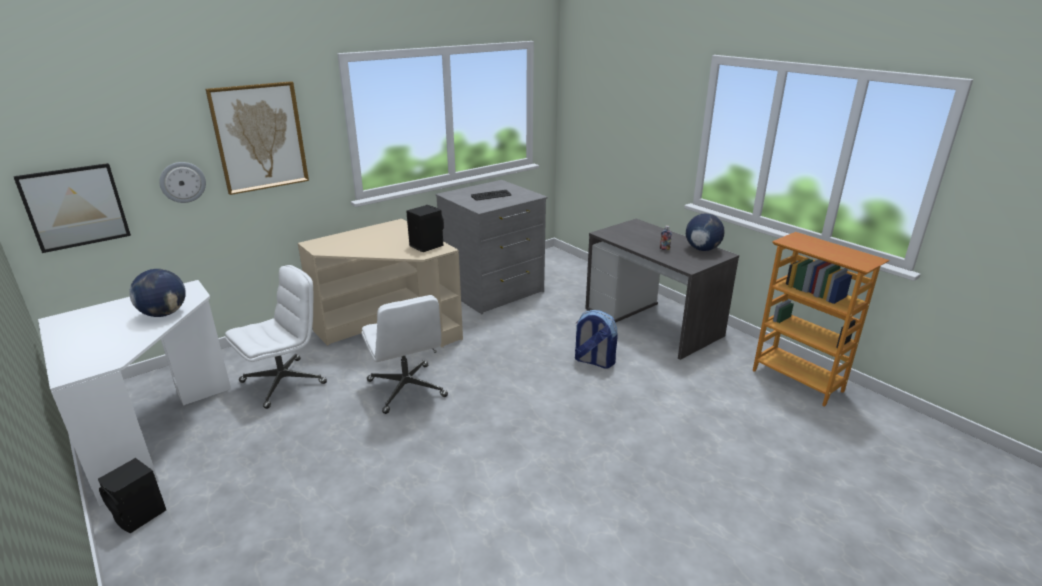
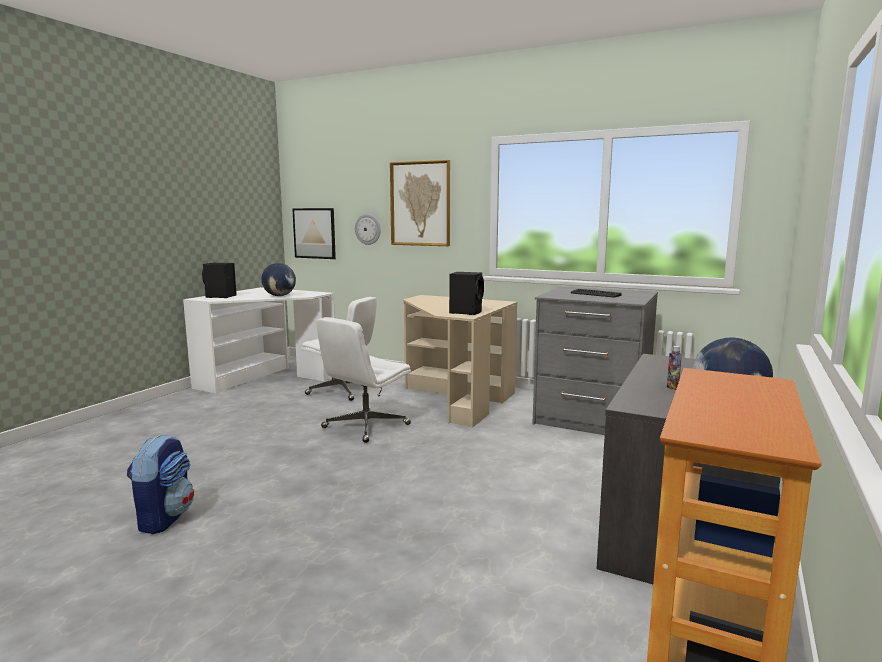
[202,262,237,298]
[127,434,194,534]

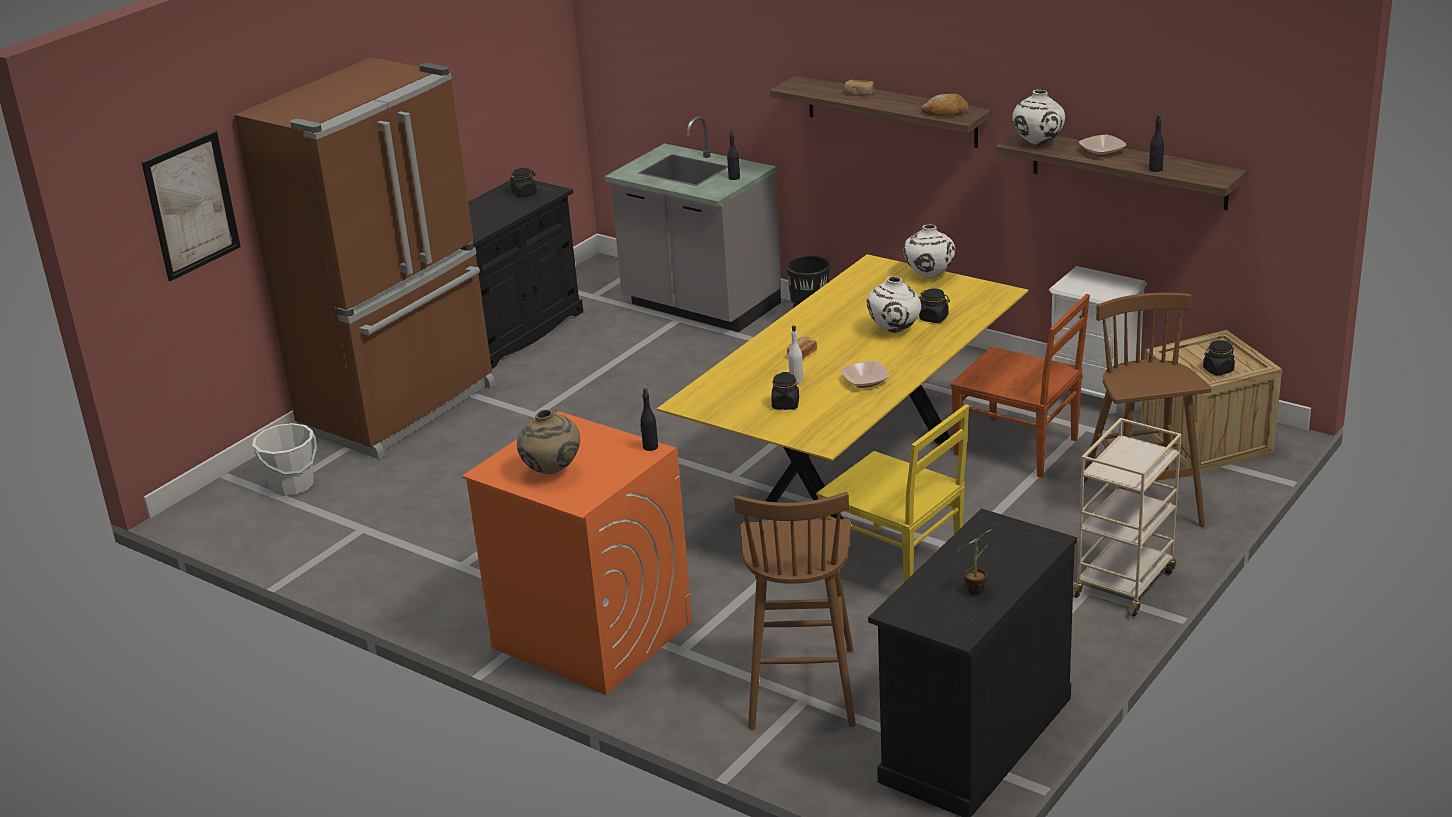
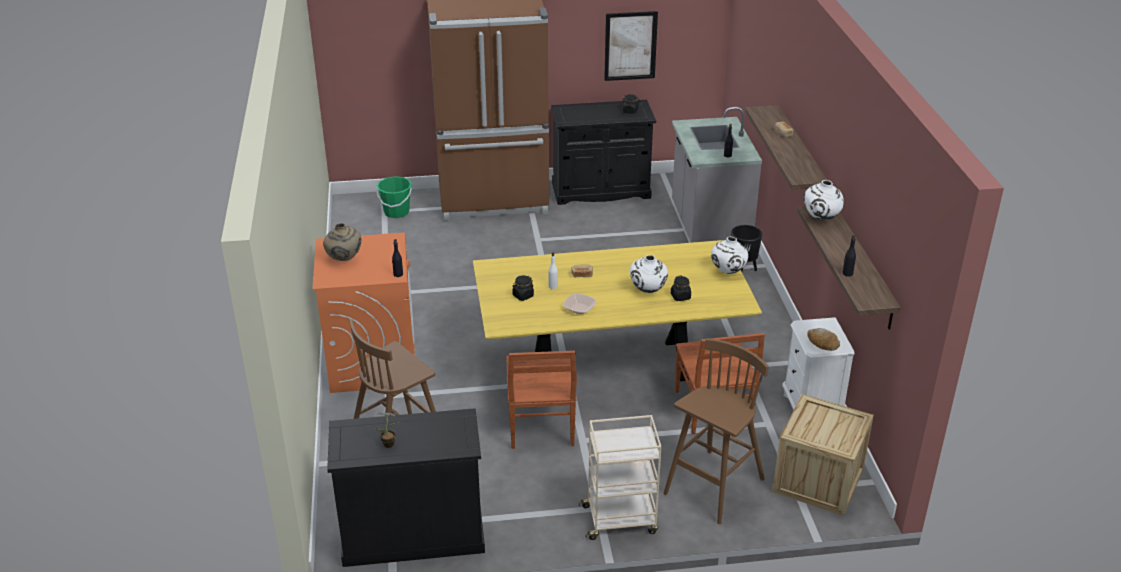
[604,11,658,81]
[376,176,412,218]
[506,351,577,449]
[807,328,840,351]
[1079,135,1126,157] (first image)
[1203,340,1235,375] (first image)

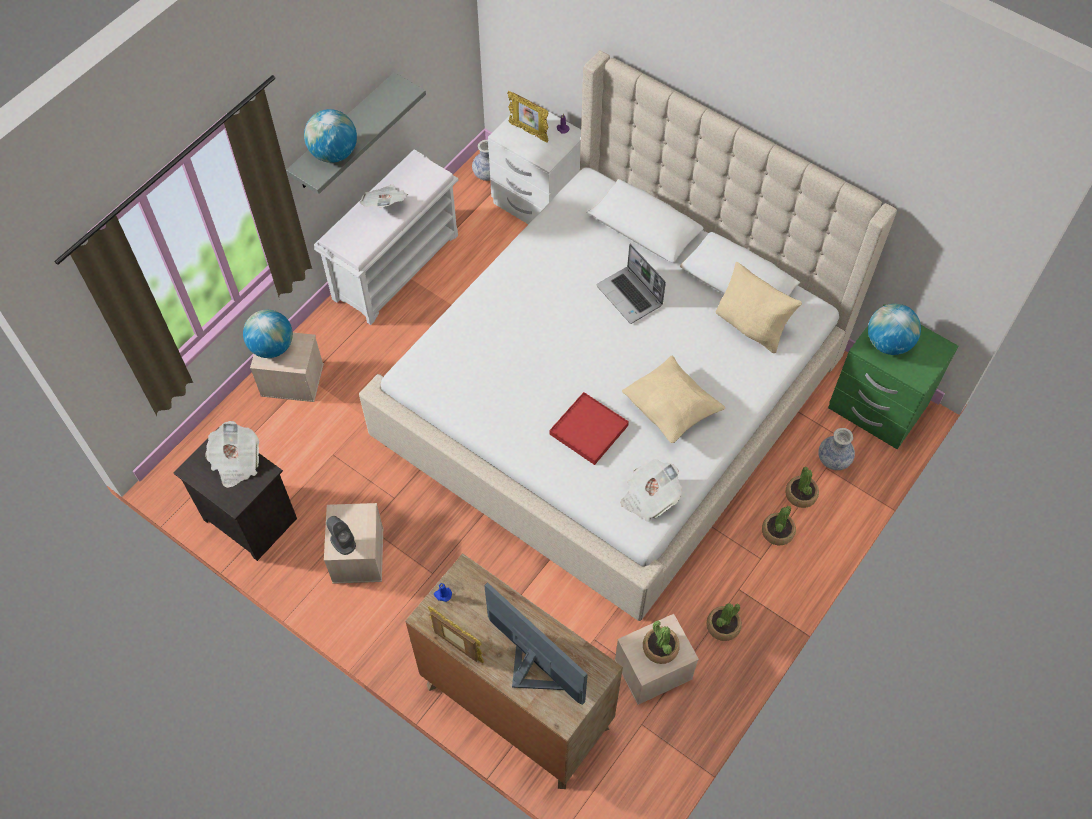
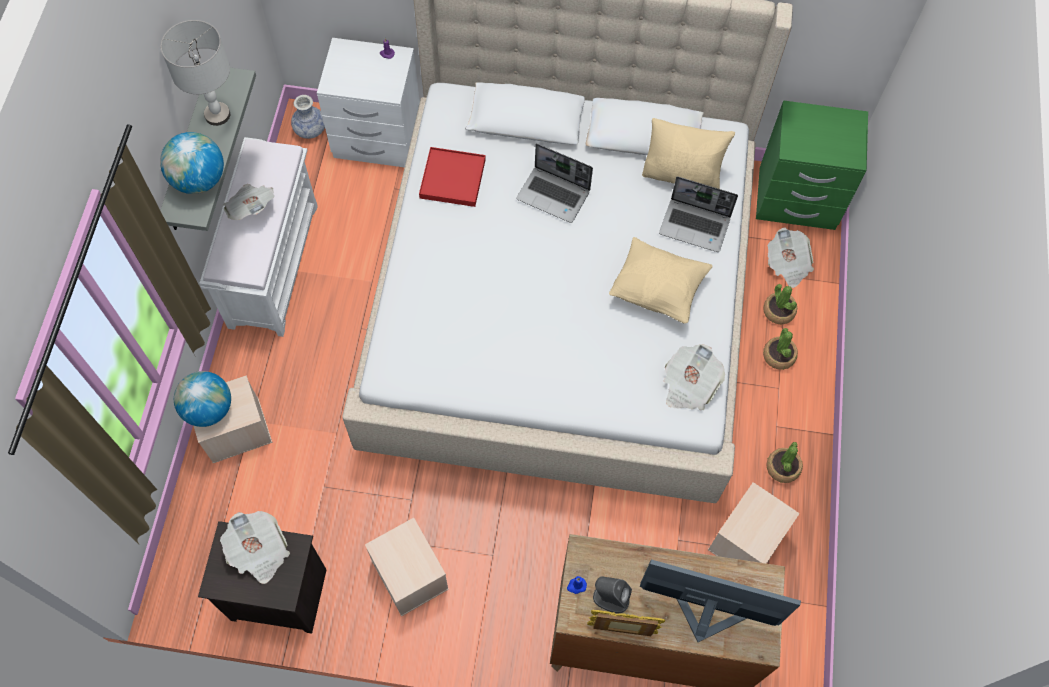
[593,576,632,613]
[507,91,549,143] (first image)
[419,147,486,207]
[643,621,680,664] (first image)
[768,227,814,288]
[868,304,921,355] (first image)
[161,20,230,126]
[659,176,738,252]

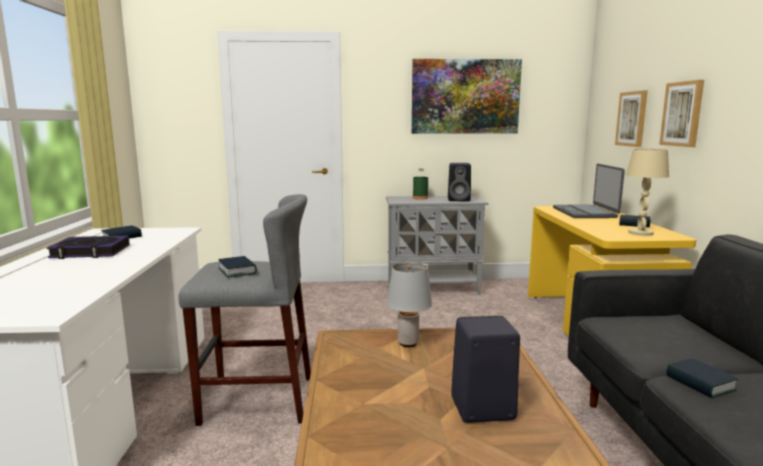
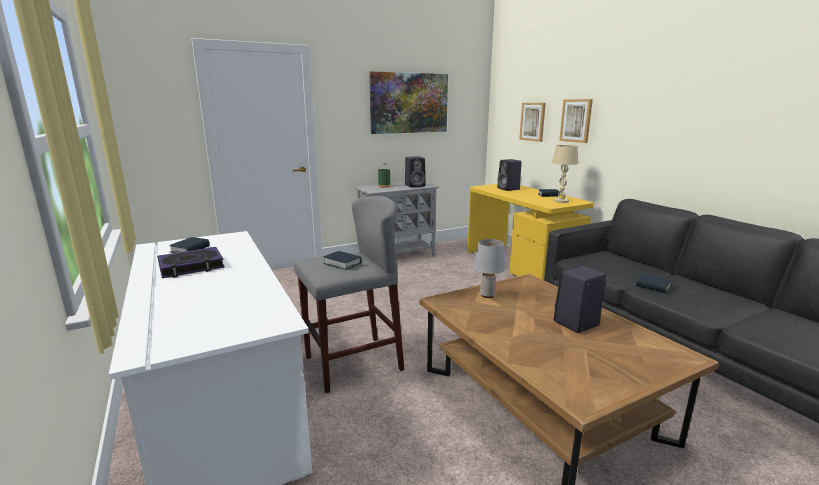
[497,159,522,191]

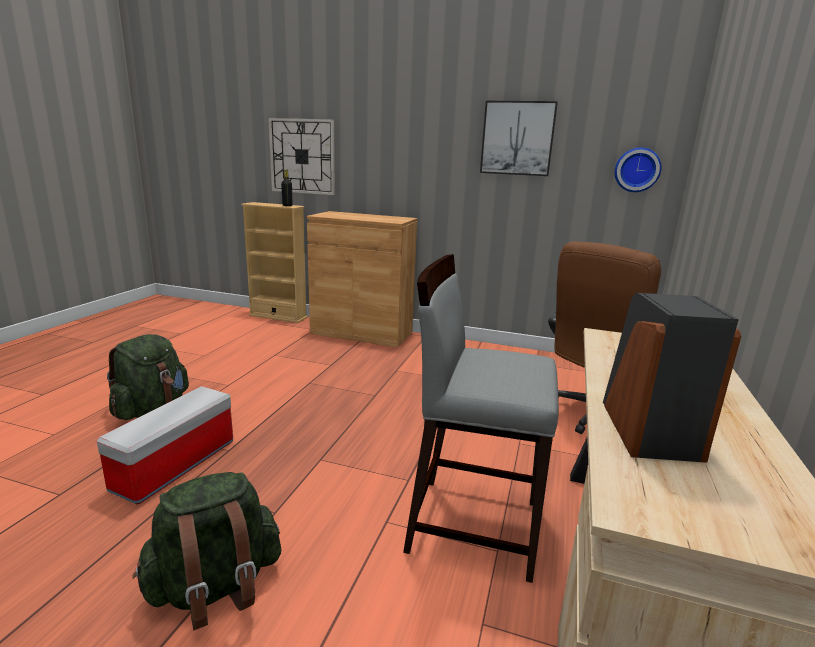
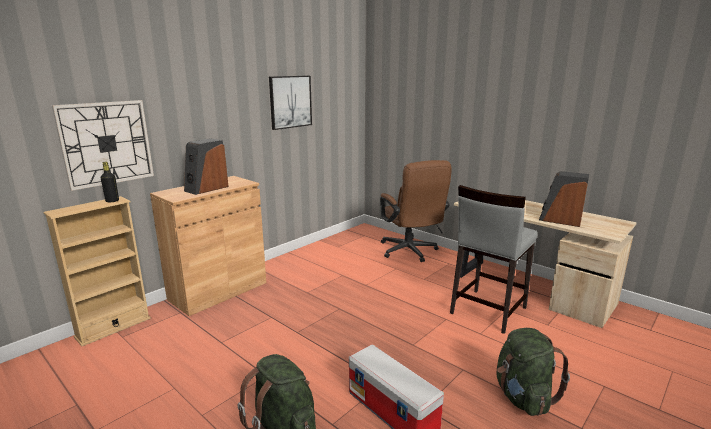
[615,147,662,192] (first image)
[184,138,229,195]

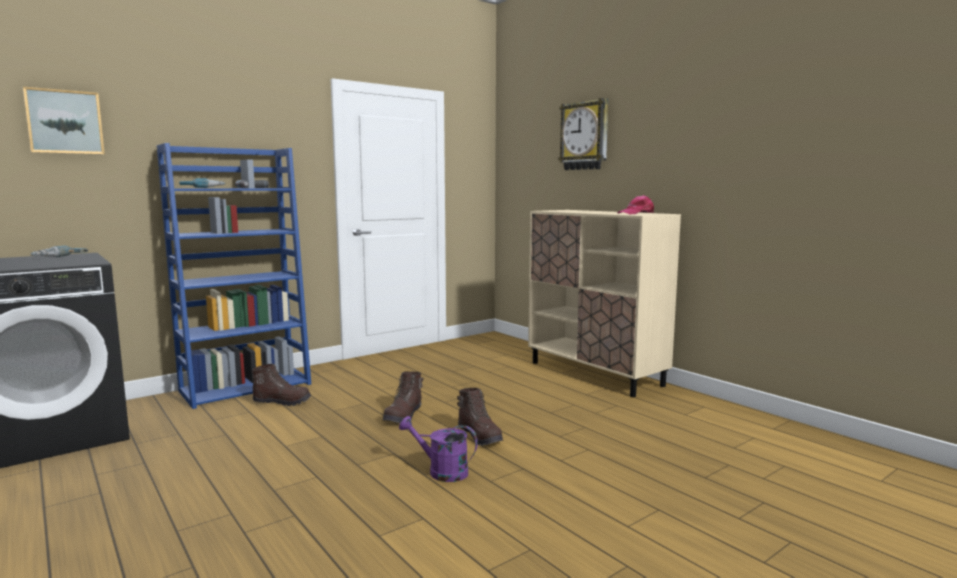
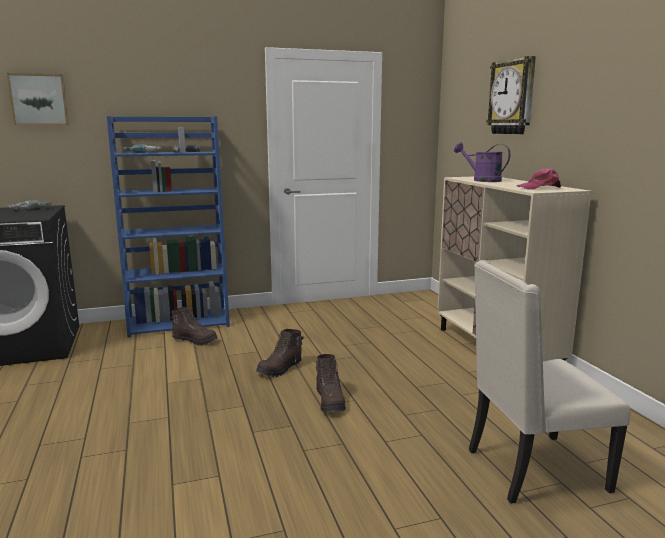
[454,142,510,182]
[469,260,630,504]

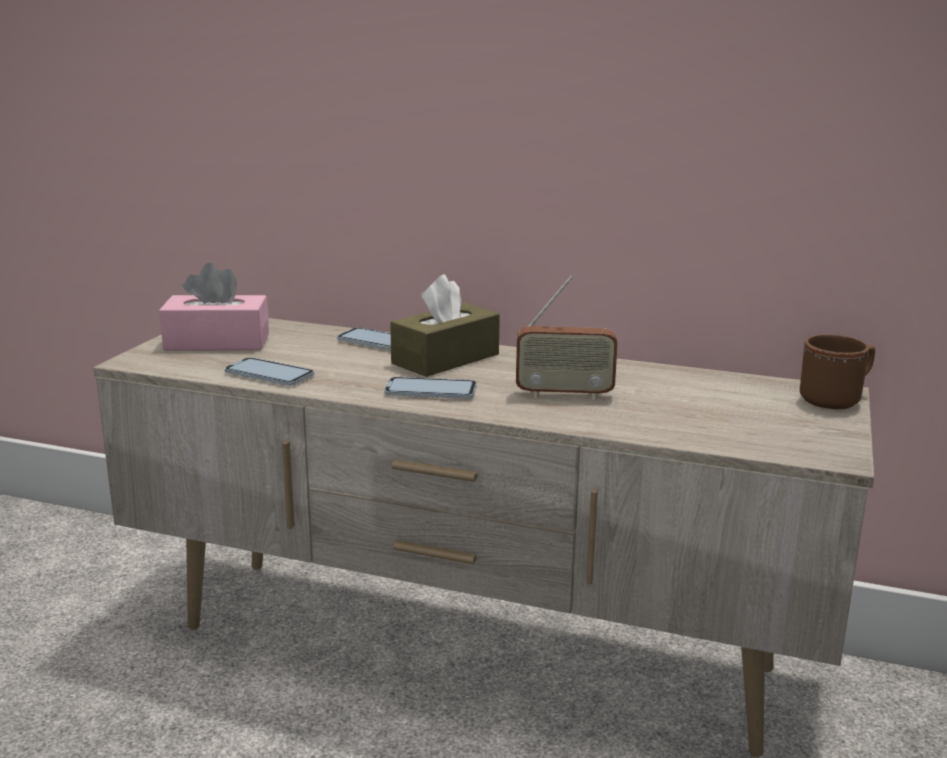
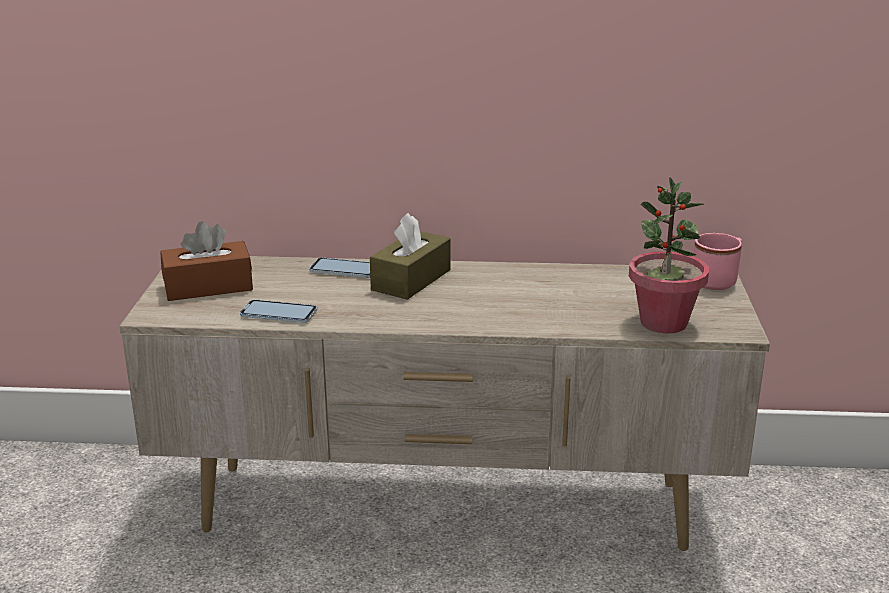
[160,221,253,301]
[384,377,477,399] (first image)
[516,276,618,400] (first image)
[694,233,742,290]
[629,177,709,333]

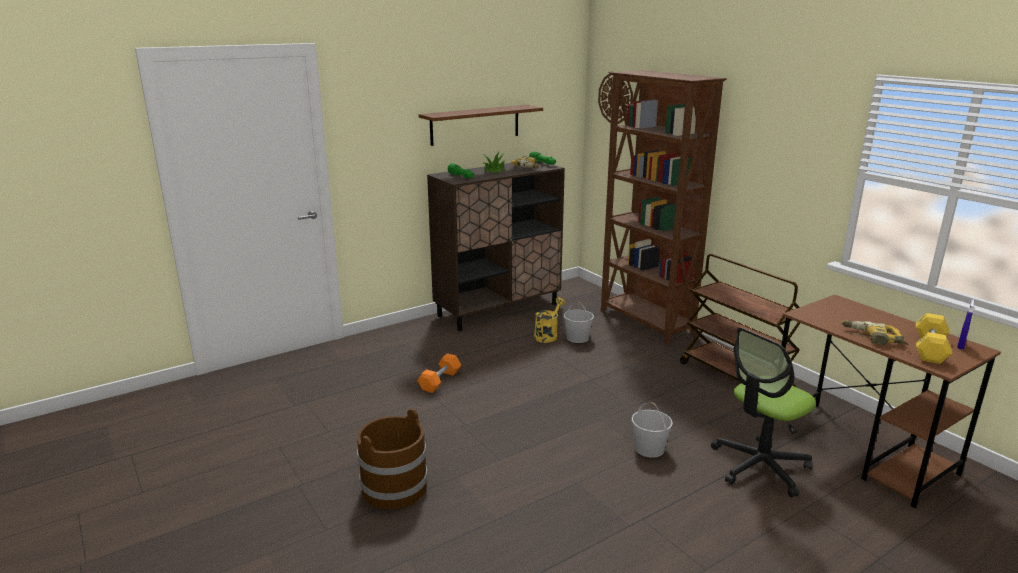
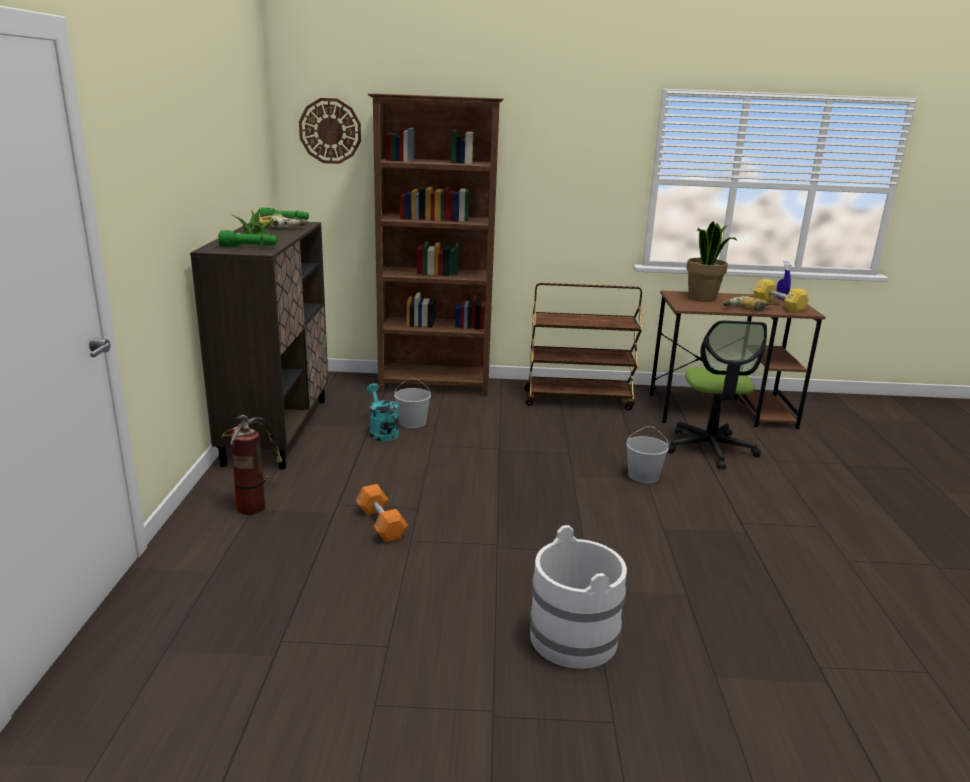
[529,525,627,669]
[419,105,543,146] (first image)
[367,383,399,441]
[222,415,282,515]
[686,221,737,302]

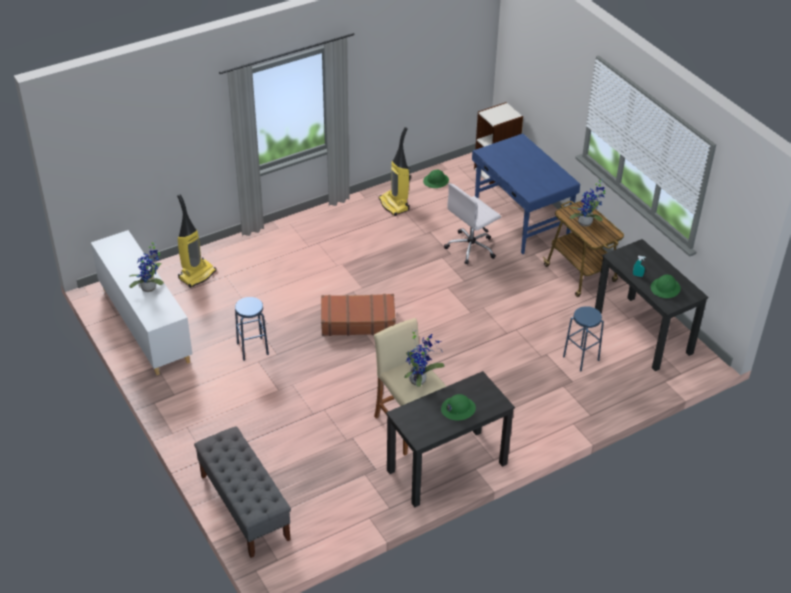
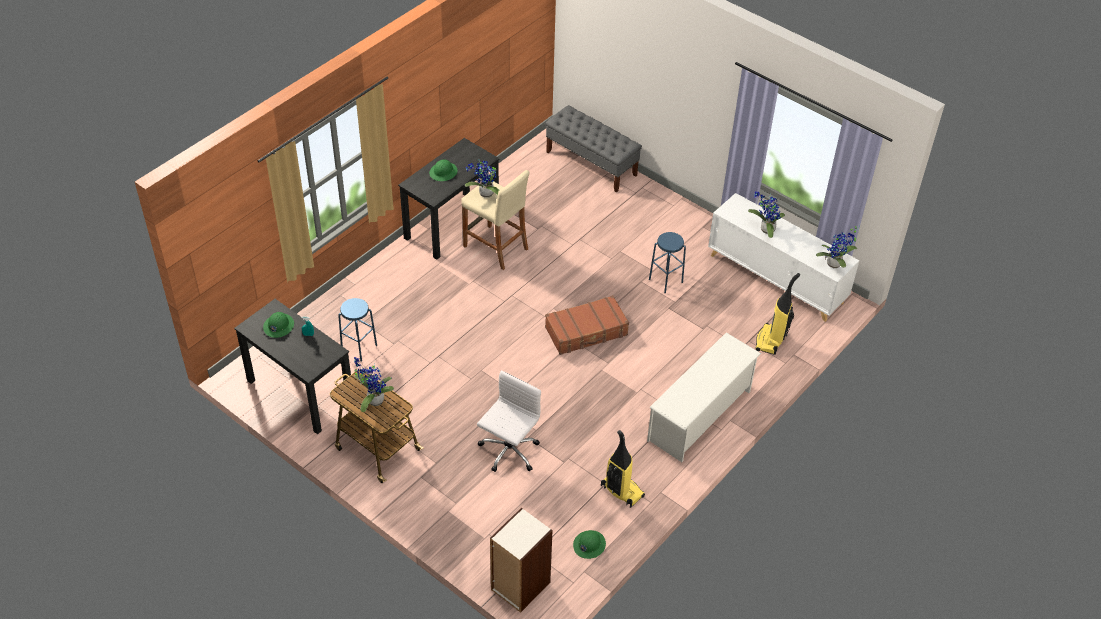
[472,133,580,254] (first image)
[647,333,761,462]
[816,226,859,268]

